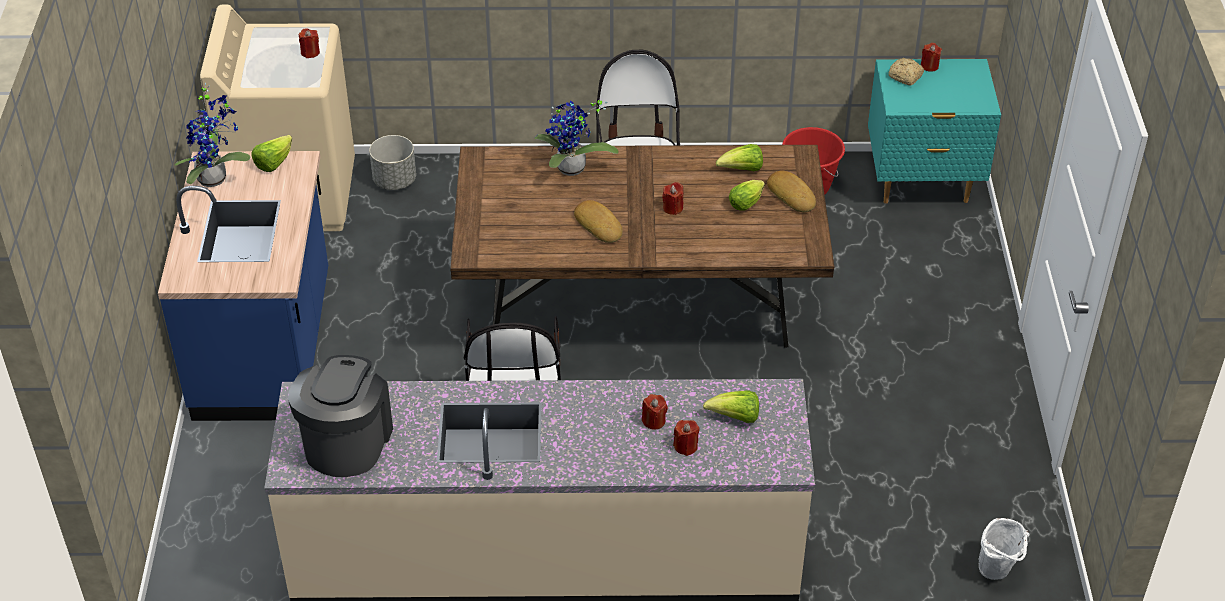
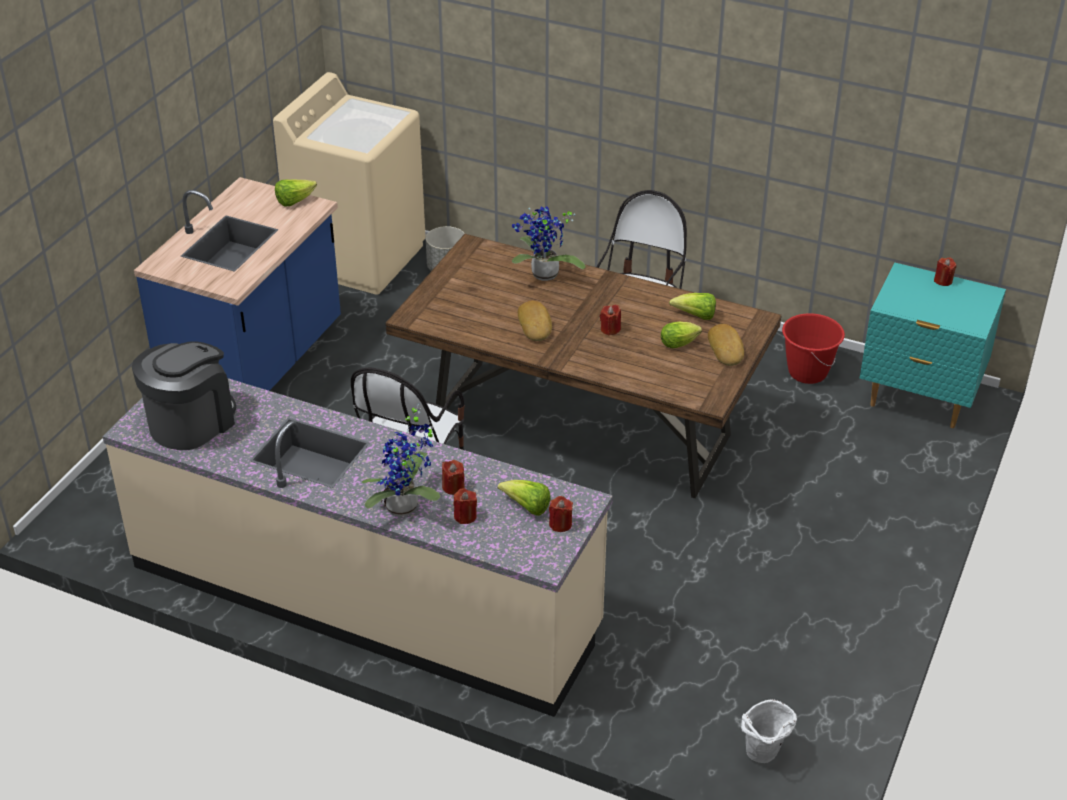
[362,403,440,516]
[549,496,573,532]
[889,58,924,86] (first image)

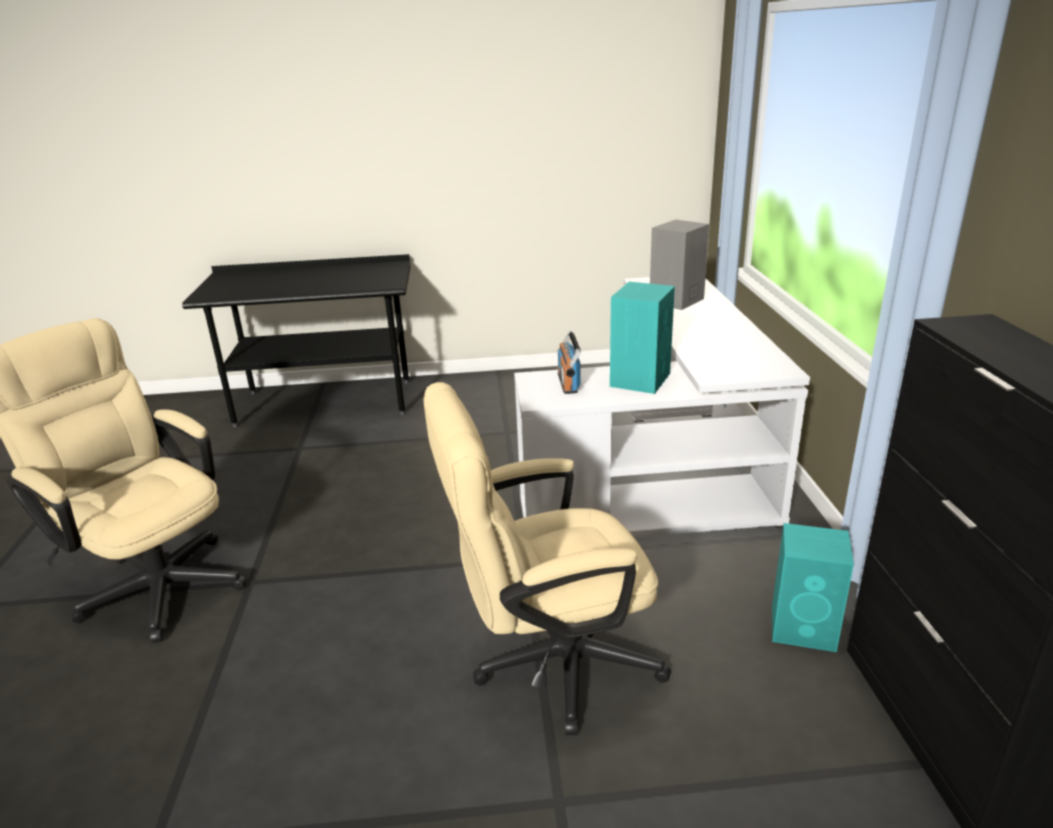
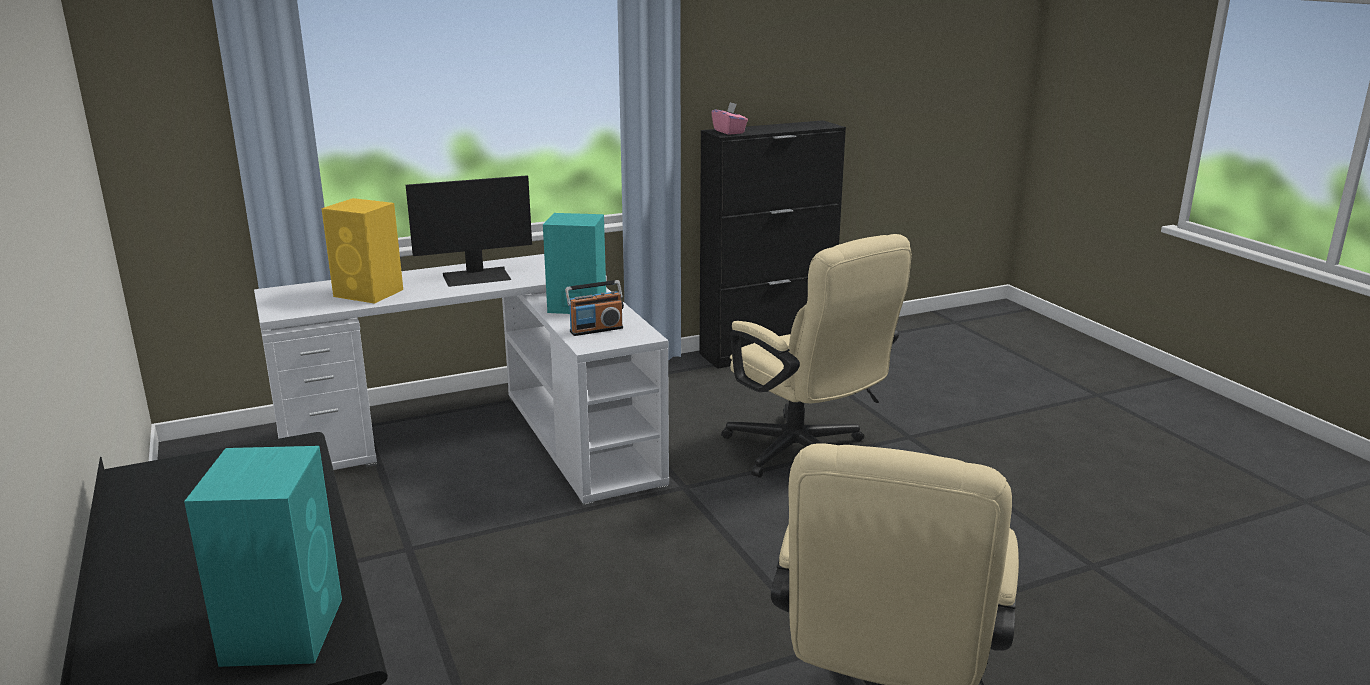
[321,198,403,304]
[184,446,342,667]
[406,175,532,287]
[711,102,748,135]

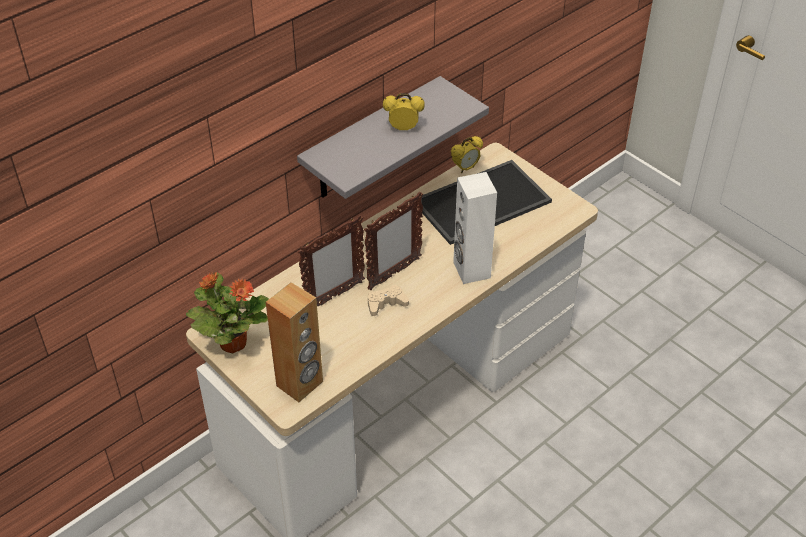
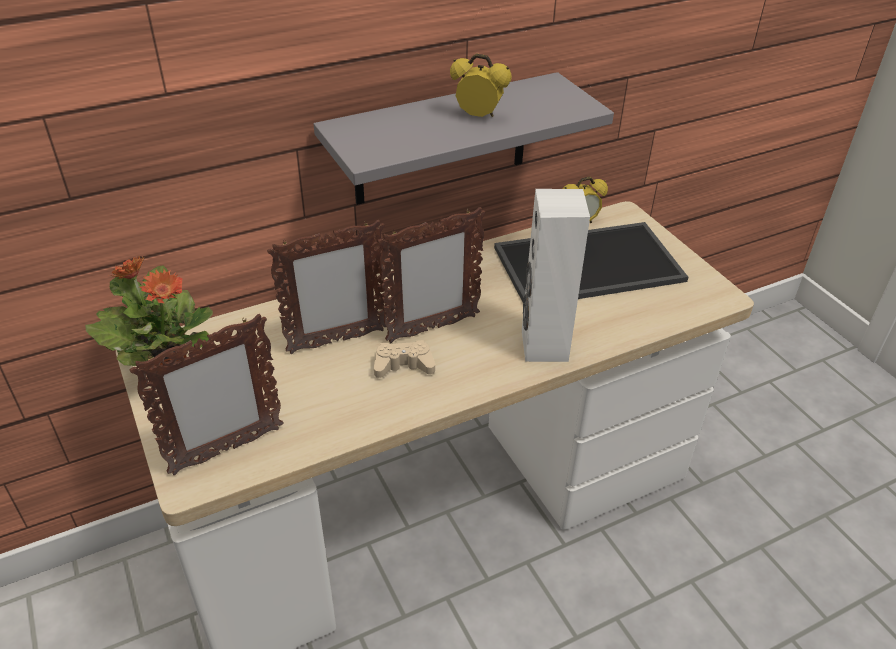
[130,314,284,475]

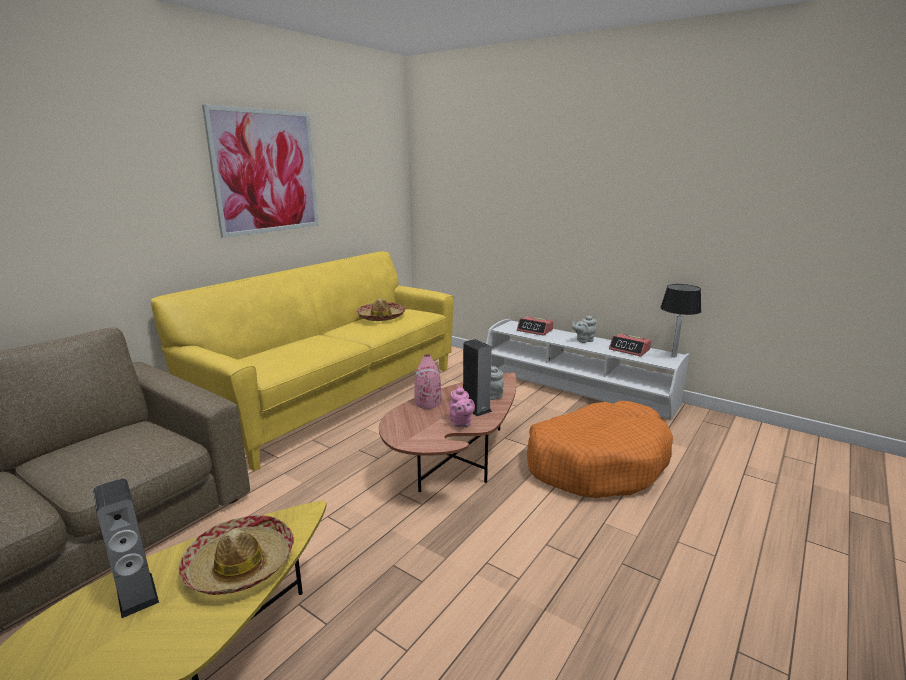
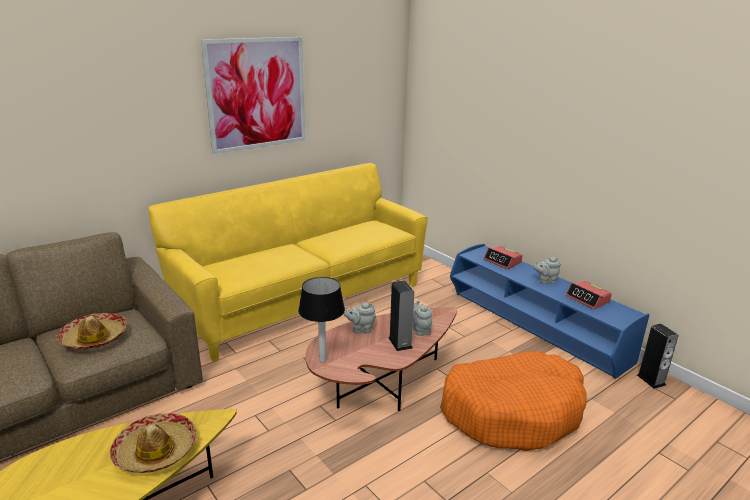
[637,324,678,389]
[56,313,127,350]
[343,302,376,333]
[449,386,475,427] (first image)
[450,244,650,379]
[298,277,345,362]

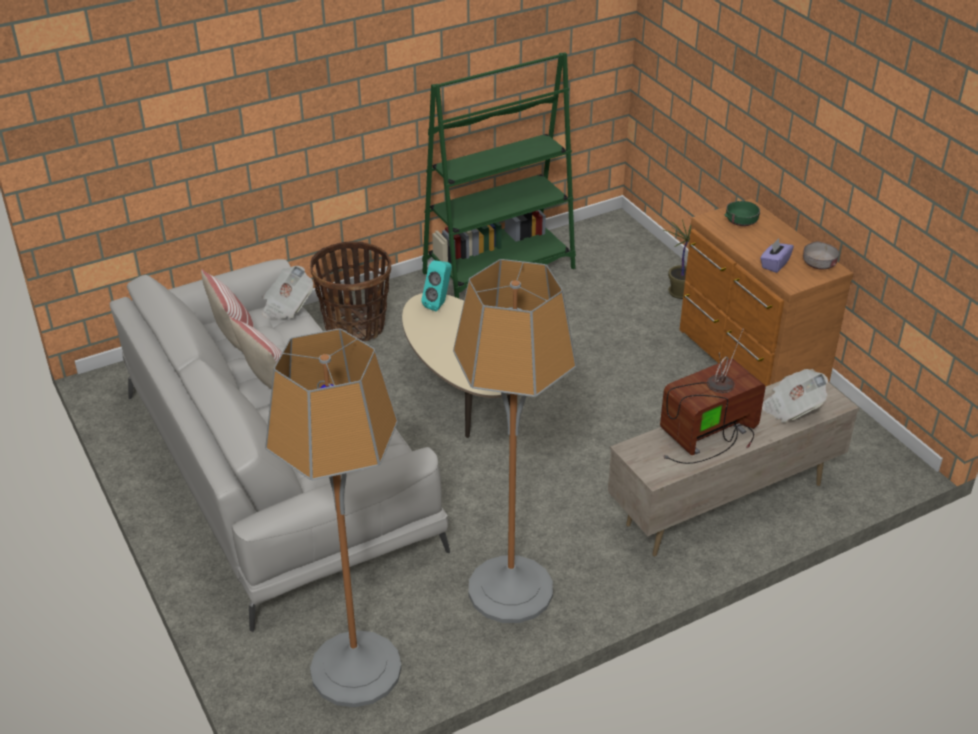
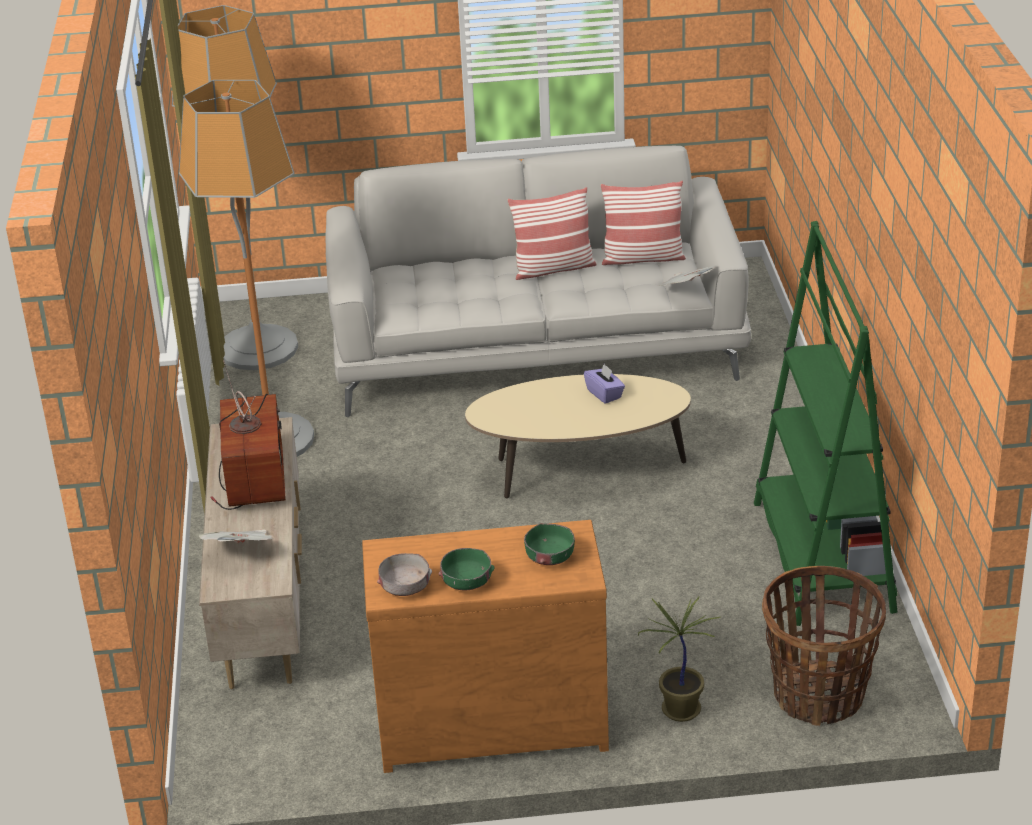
[762,566,886,726]
[421,260,452,312] (first image)
[584,364,625,404]
[438,548,494,590]

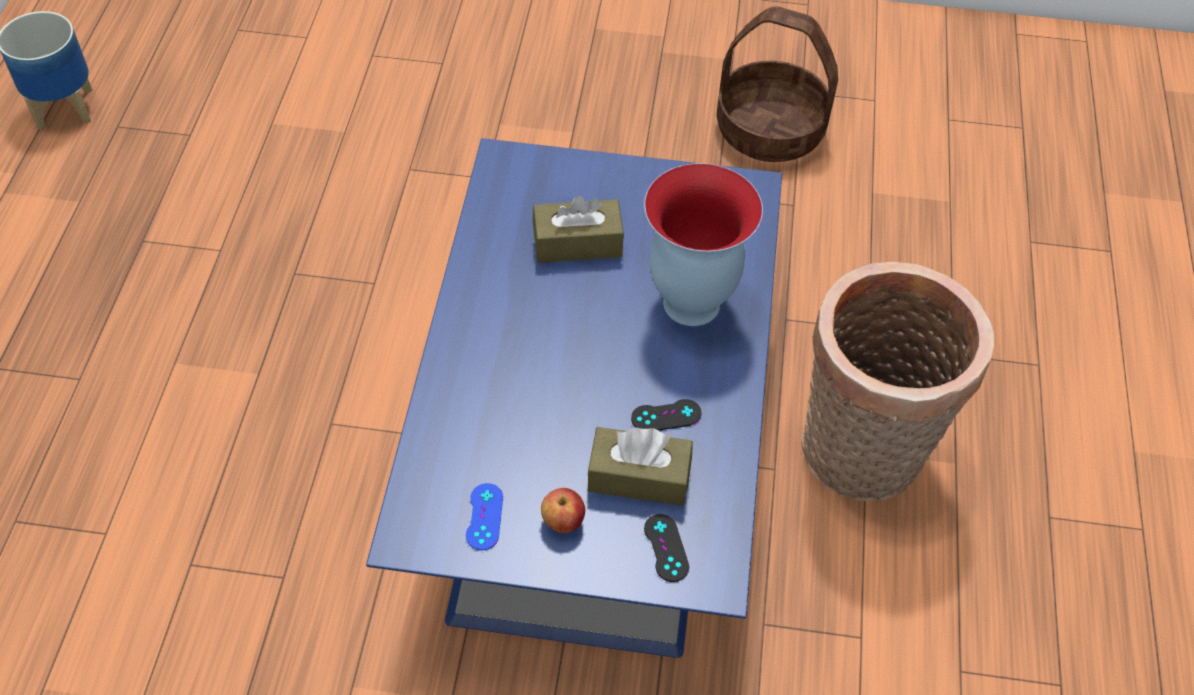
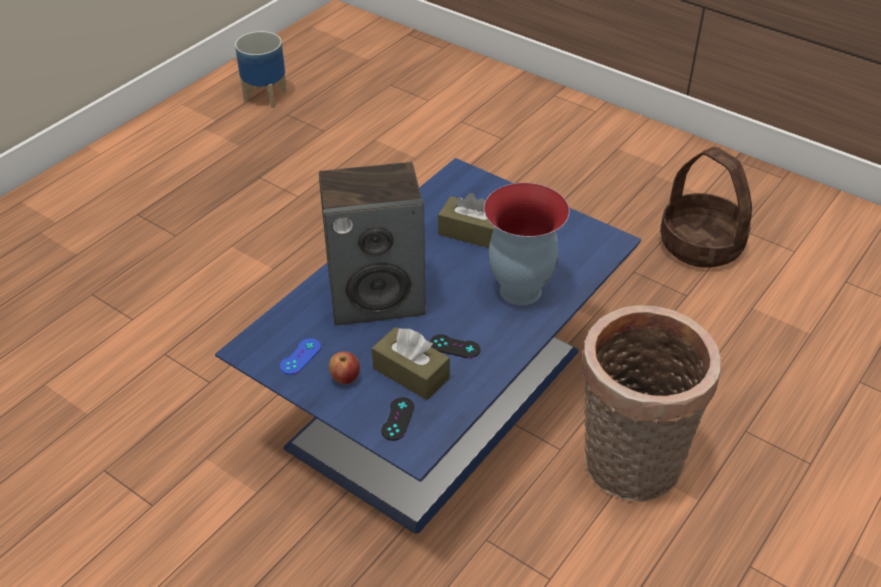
[319,162,426,325]

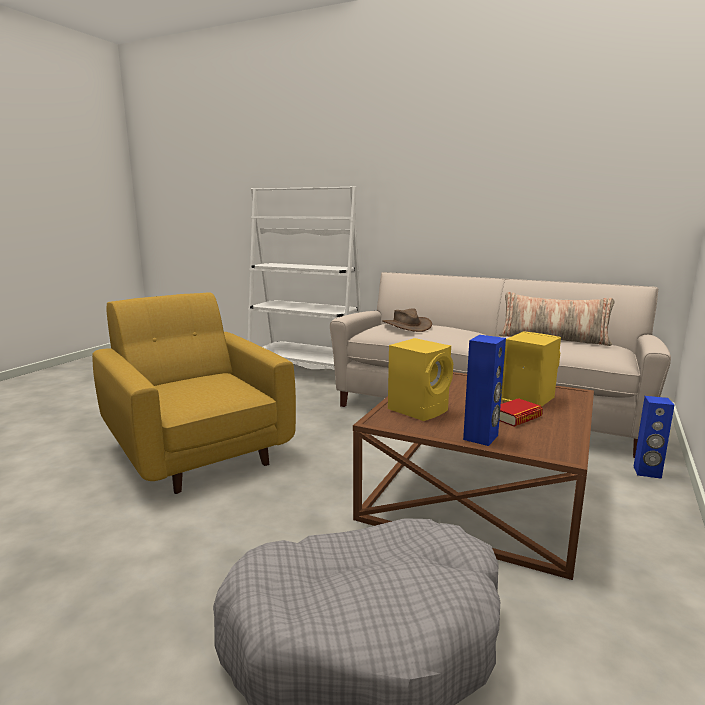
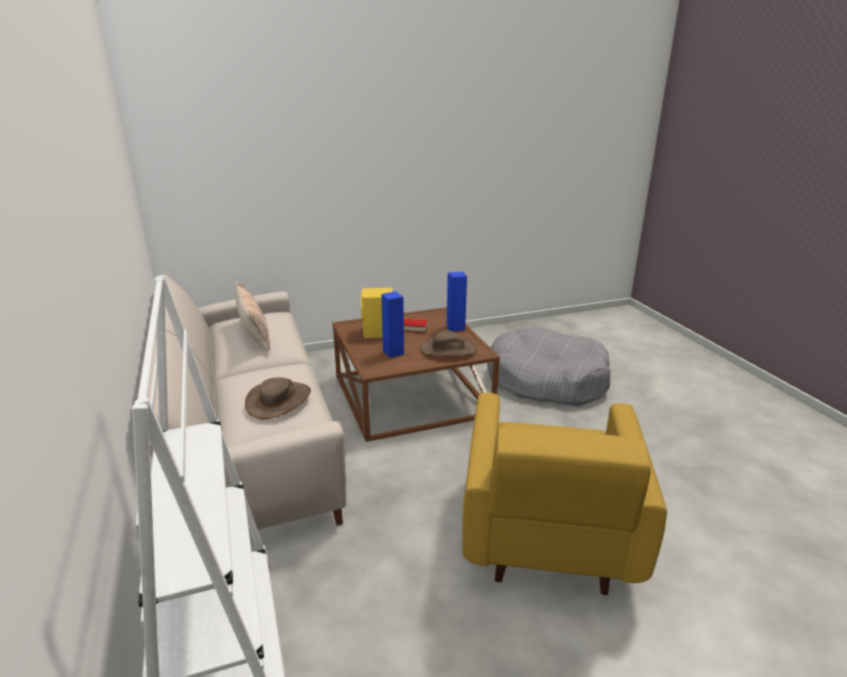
[419,330,477,356]
[381,291,404,358]

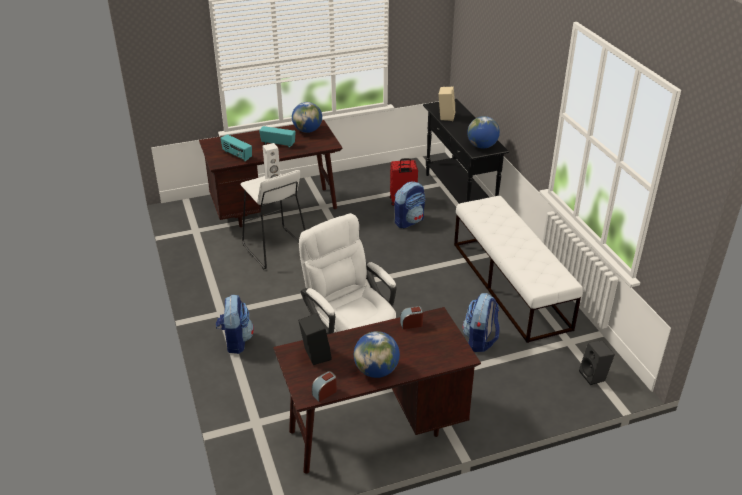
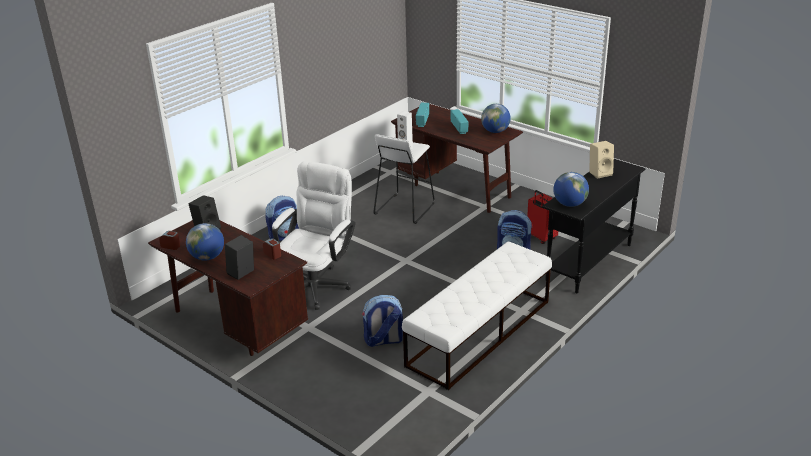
[225,235,254,280]

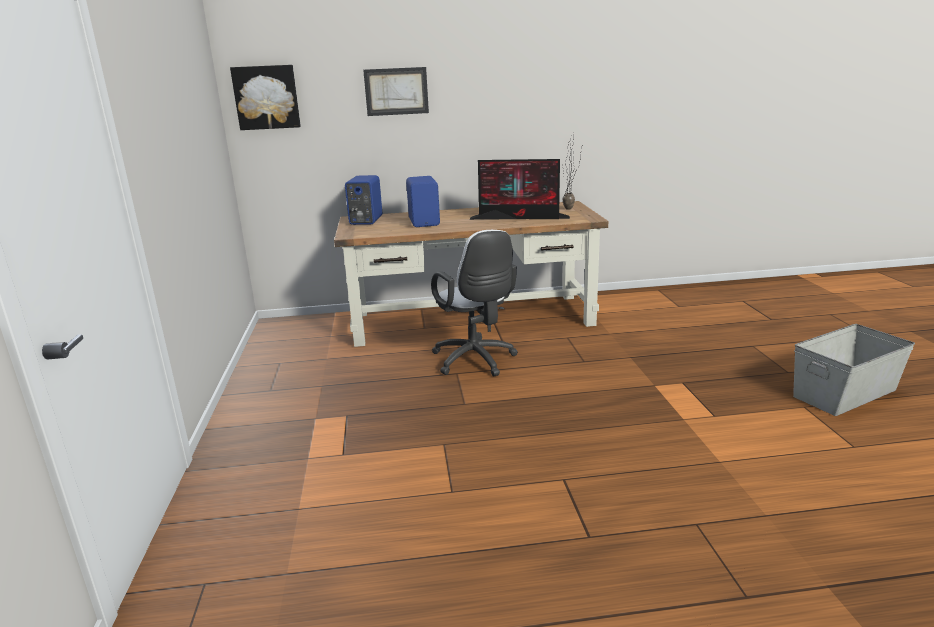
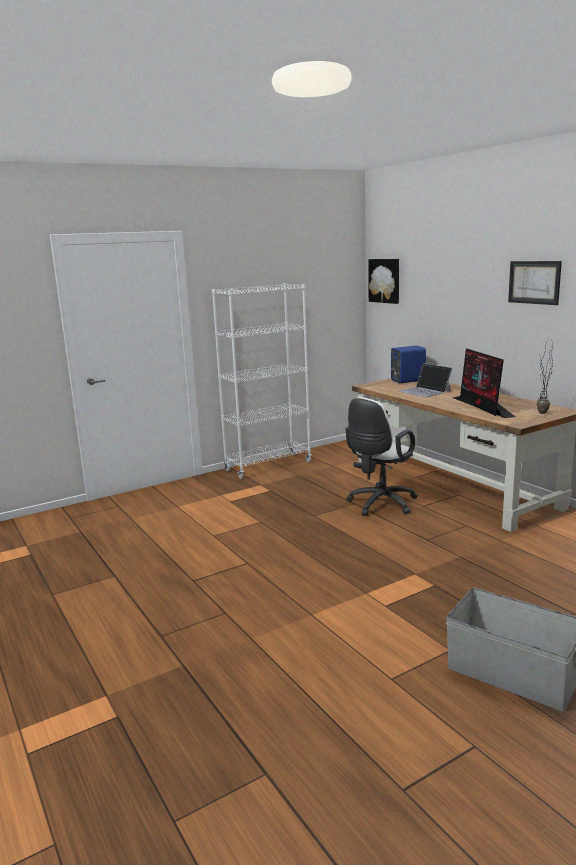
[508,261,562,305]
[399,363,452,397]
[212,283,312,479]

